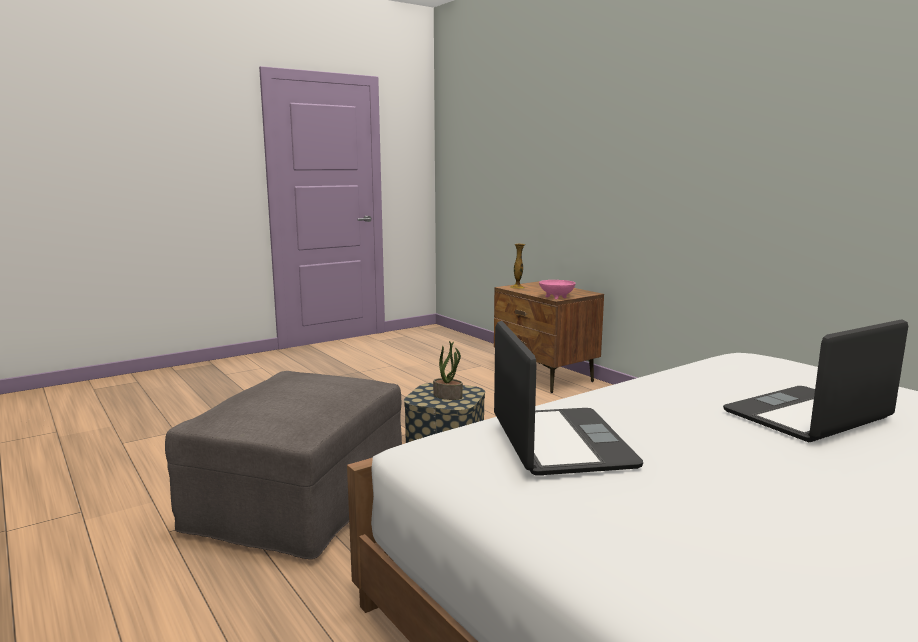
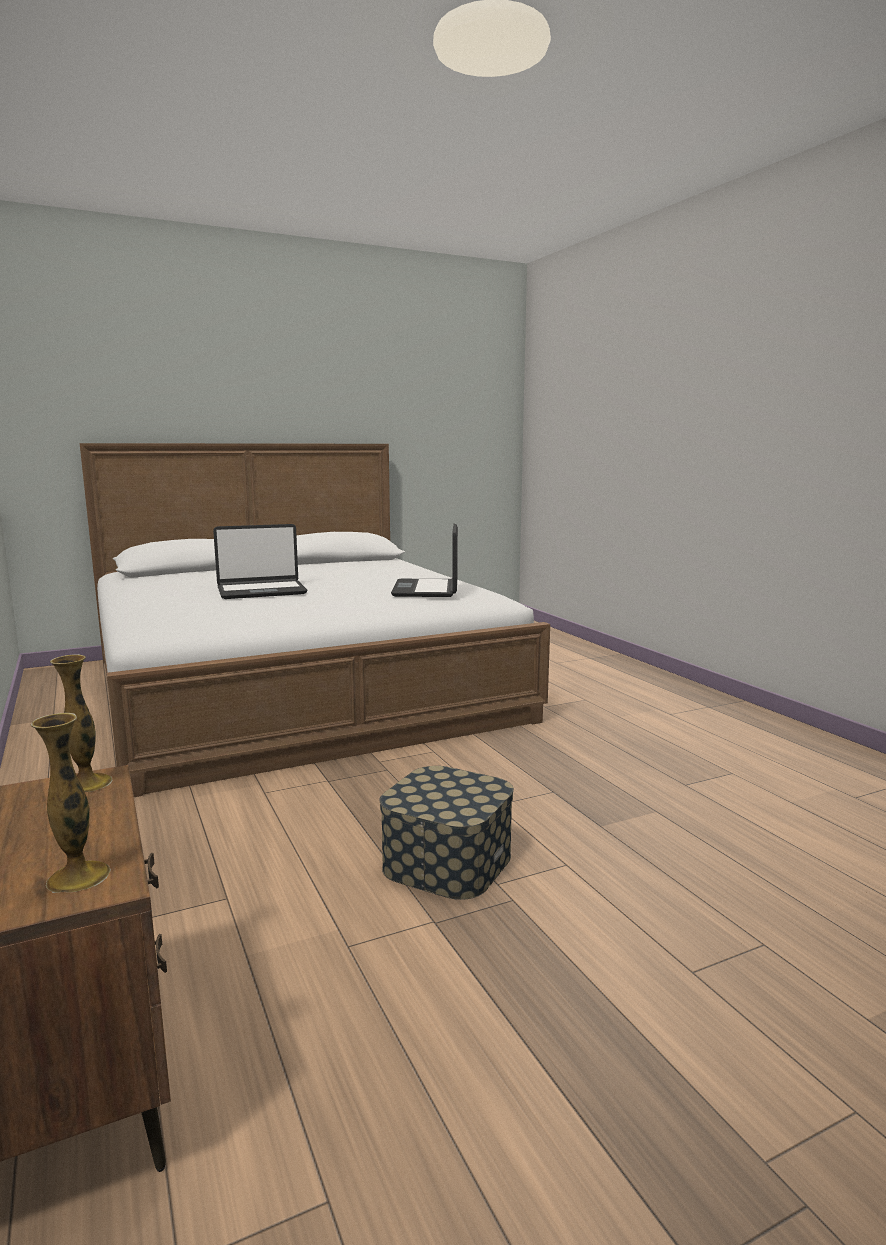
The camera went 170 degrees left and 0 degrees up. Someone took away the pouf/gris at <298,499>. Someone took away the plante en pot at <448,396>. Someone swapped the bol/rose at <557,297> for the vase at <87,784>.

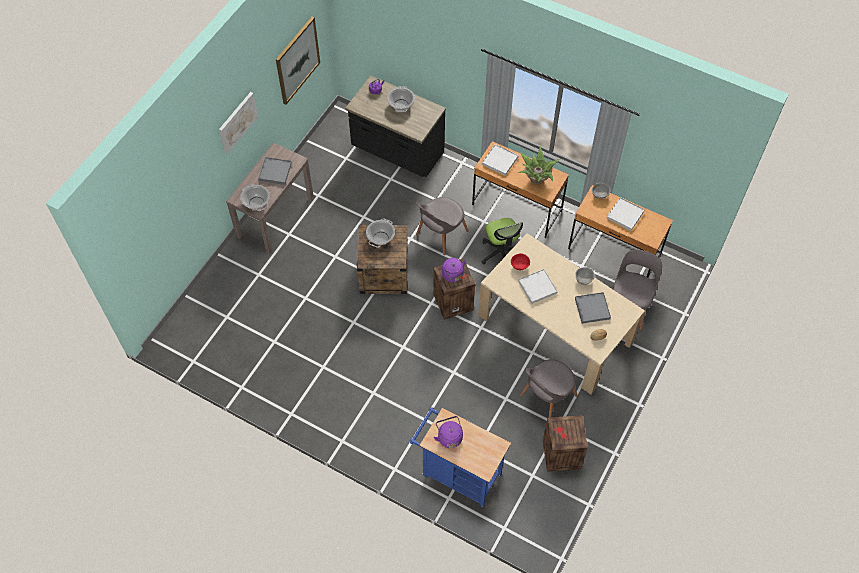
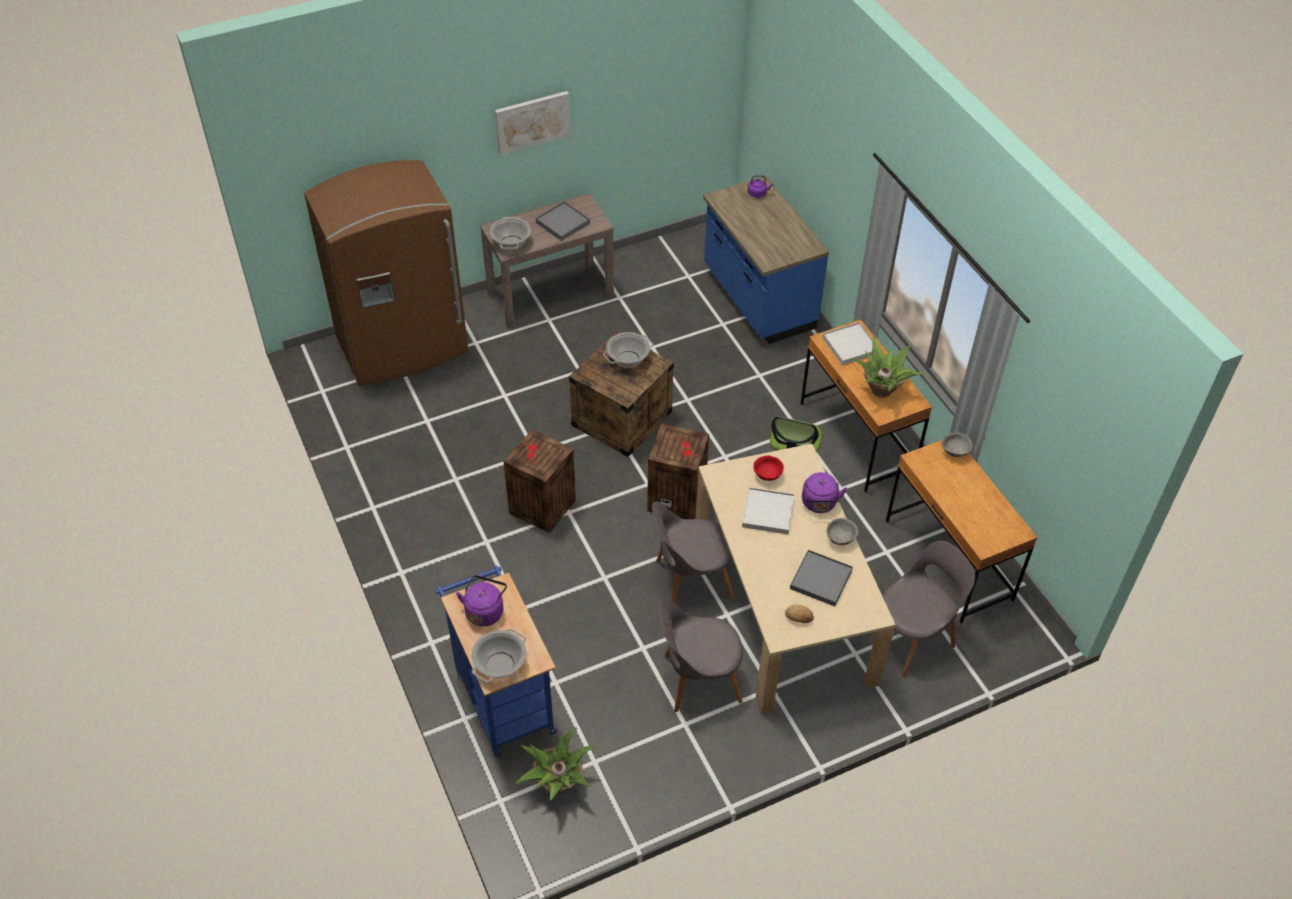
The camera went 35 degrees right and 10 degrees down. Someone took away the tableau at <297,60>. Someone took away the plateau/blanc at <625,215>. Someone put down the réfrigérateur/marron at <403,347>. Someone put down the plante en pot at <557,783>. Someone carried the marmite from <401,105> to <500,664>. Someone carried the chaise/gris from <440,234> to <690,579>. Someone carried the bouilloire/violet from <453,275> to <819,504>. Someone carried the caisse from <560,455> to <541,506>. Someone repainted the comptoir de cuisine/noir at <397,151>, which became the comptoir de cuisine/bleu at <757,299>.

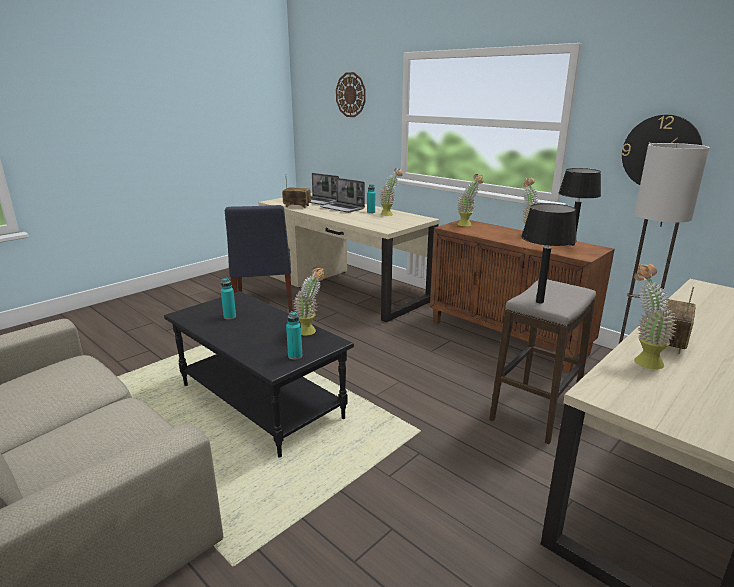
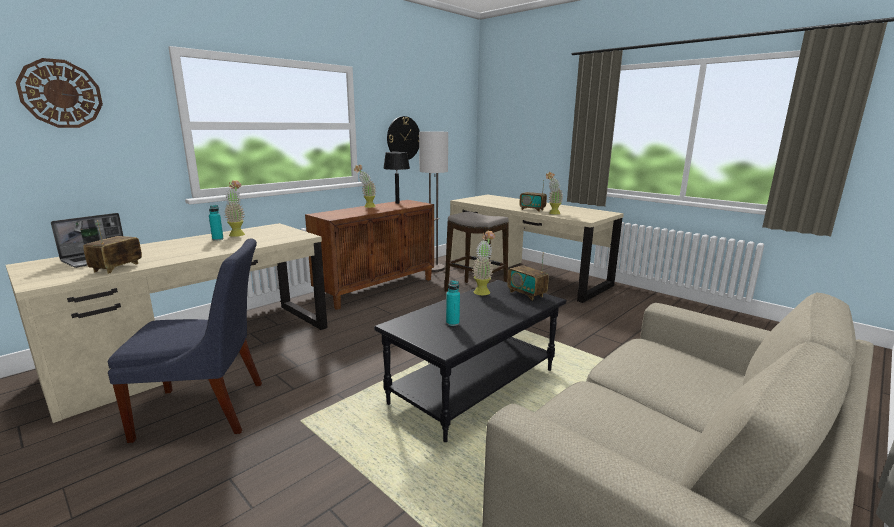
The camera went 90 degrees left and 5 degrees down. Someone took away the ordinateur portable at <343,208>. Someone took away the plante en pot at <467,225>. Someone took away the lampe de table/noir at <539,302>. Someone swapped the bouteille/turquoise at <295,356> for the radio at <526,294>.

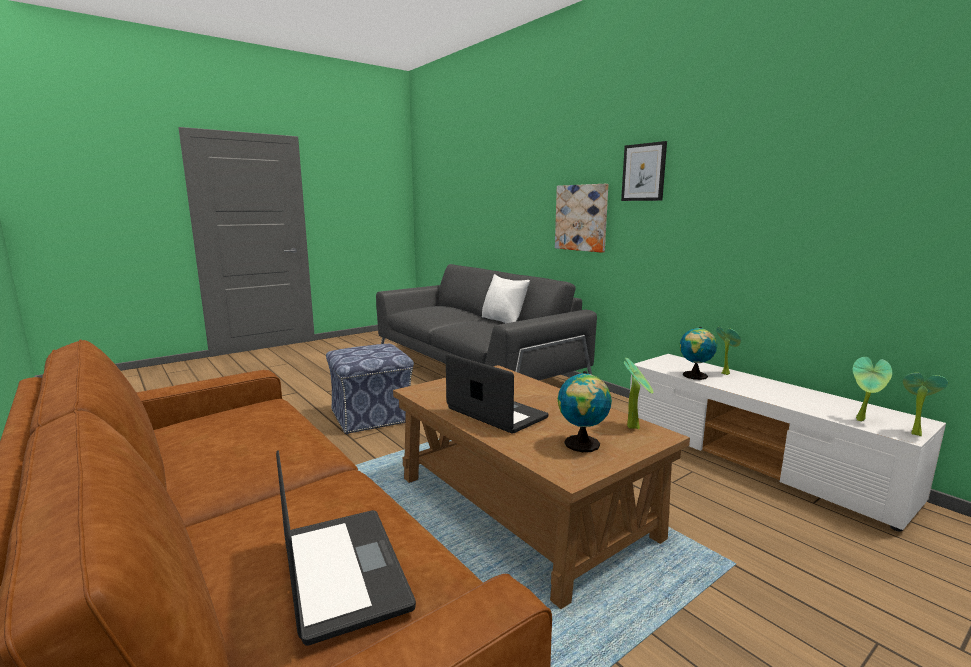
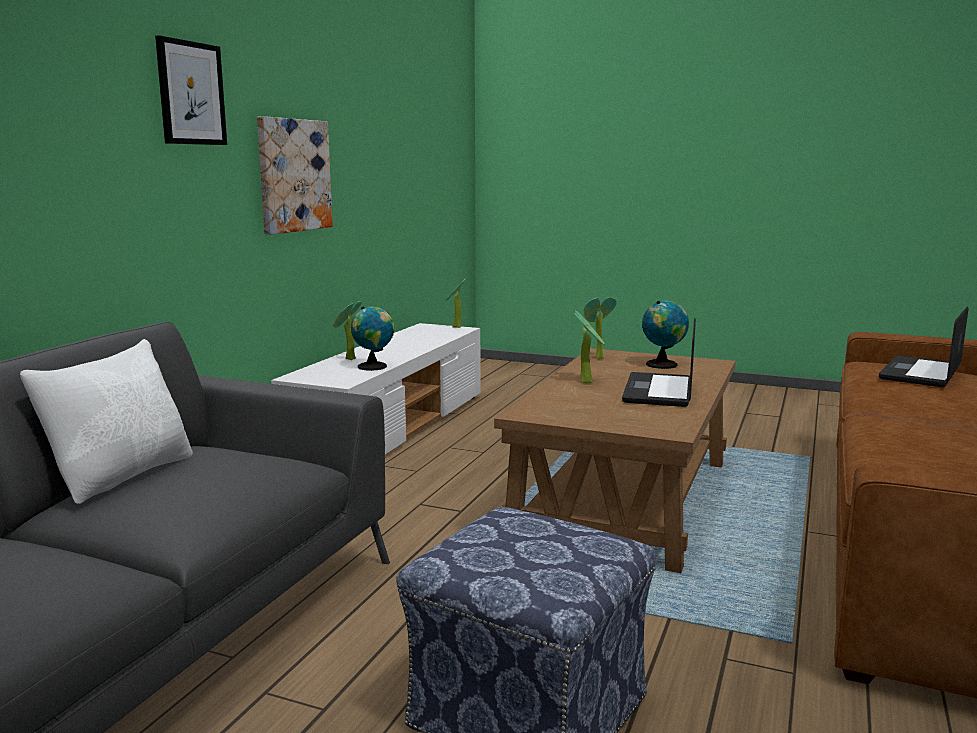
The camera went 120 degrees left and 0 degrees up. Someone carried the tableau from <581,217> to <293,175>. Someone carried the plante en pot from <862,420> to <588,381>.

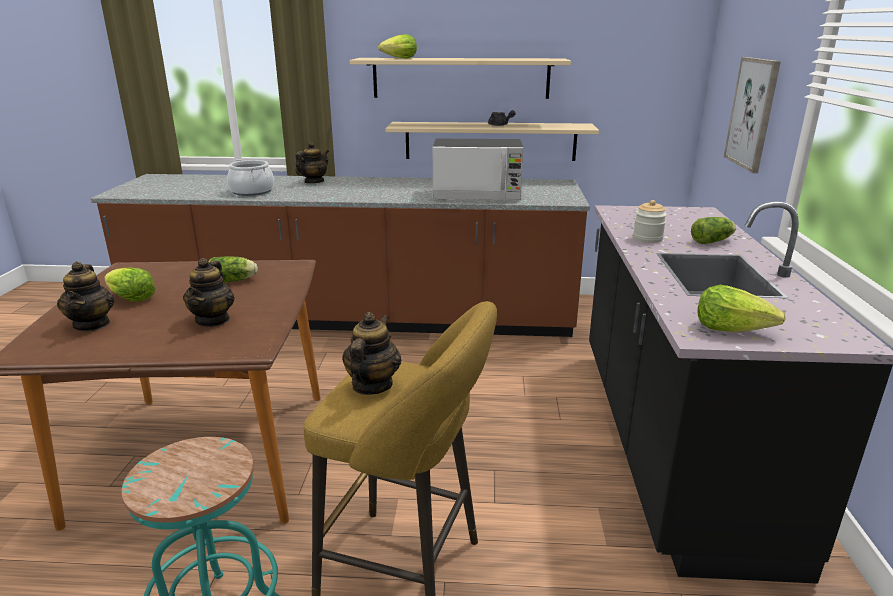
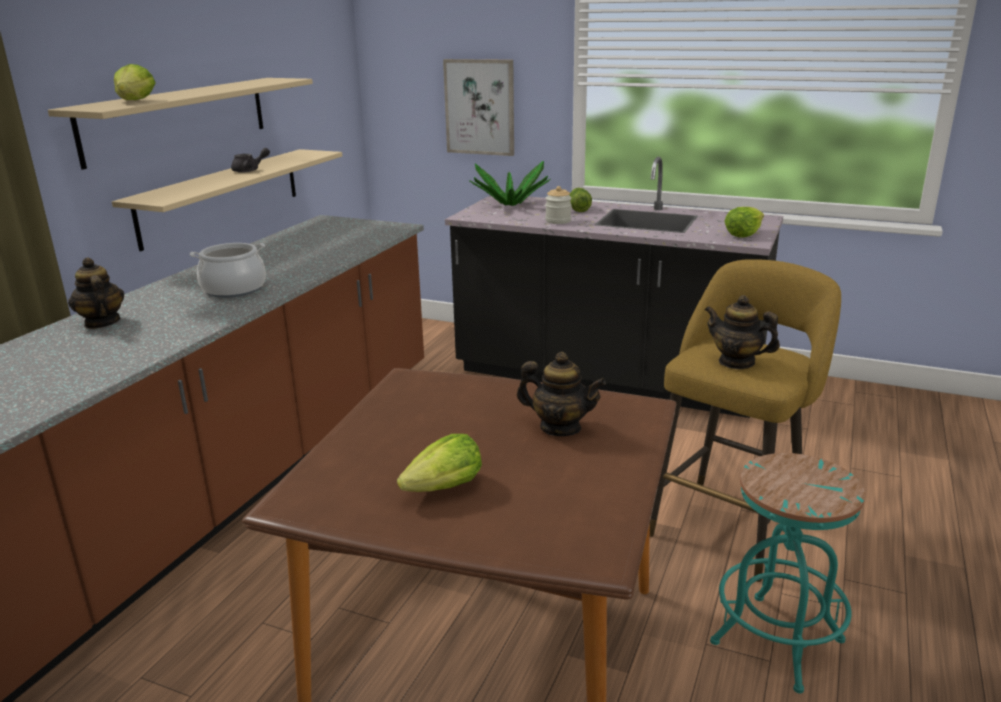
The camera went 70 degrees left and 0 degrees up. Someone took away the théière at <92,324>. Someone took away the laitue at <234,281>. Someone took away the micro-ondes at <477,195>. Someone put down the plante en pot at <510,205>. Someone carried the marmite from <252,191> to <234,289>.

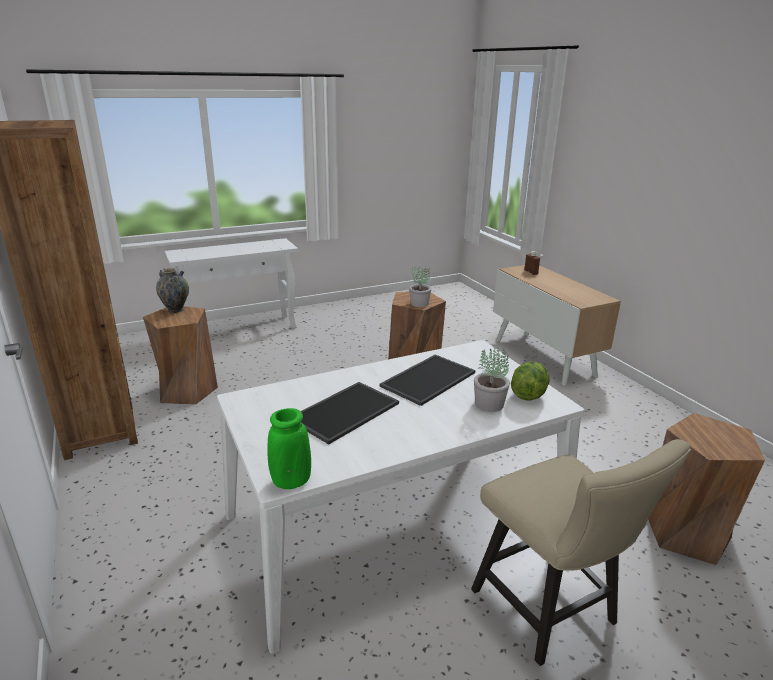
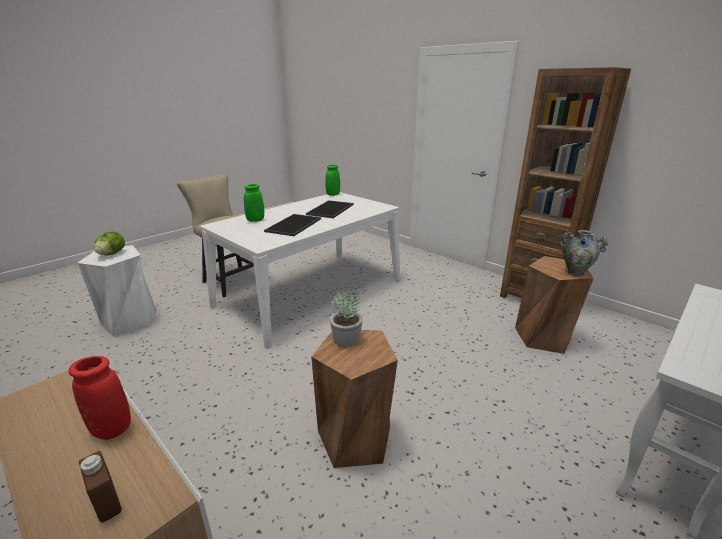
The camera went 160 degrees right and 0 degrees up. Someone put down the vase/rouge at <112,428>. Someone carried the laitue from <528,395> to <111,254>. Someone swapped the plante en pot at <490,404> for the vase/vert at <255,220>. Someone repainted the tabouret/marron at <687,533>, which became the tabouret/blanc at <130,321>.

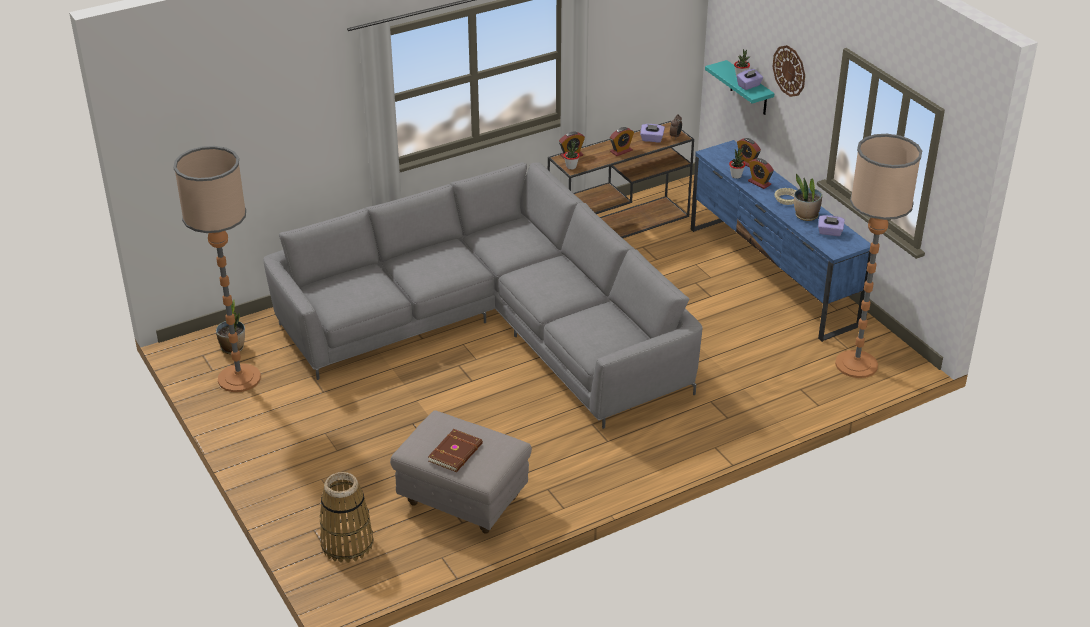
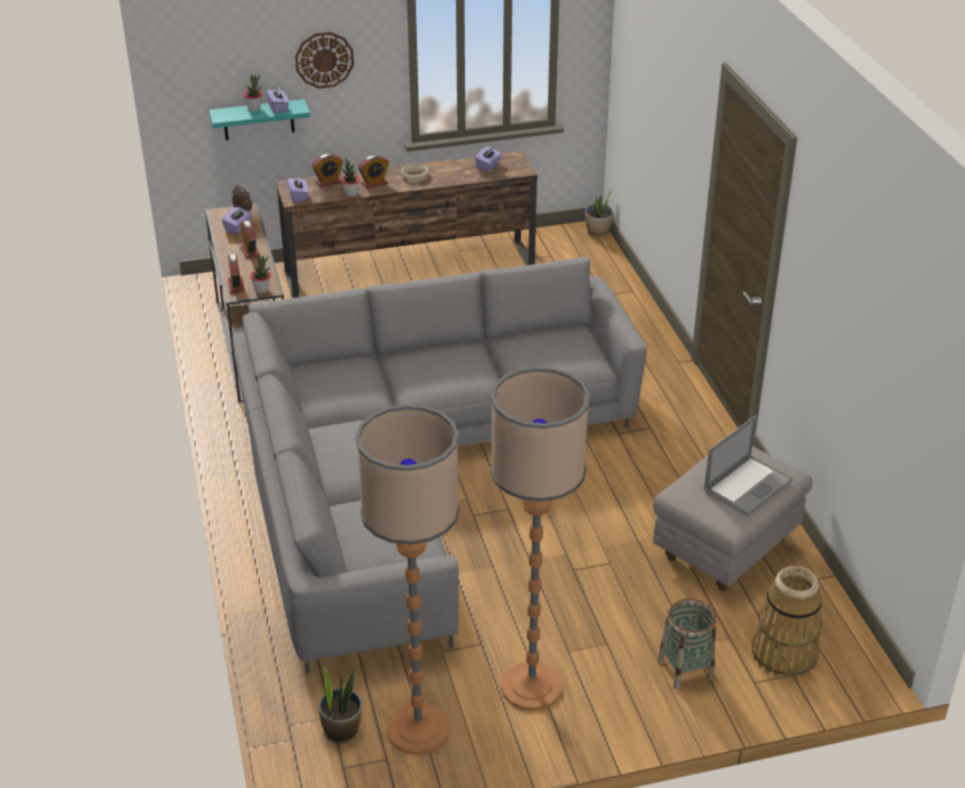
The camera went 75 degrees left and 0 degrees up. Someone put down the boîte à mouchoirs/violet at <298,197>. Someone put down the panier at <685,669>. Someone carried the plante en pot from <806,216> to <598,232>. Someone carried the lampadaire from <856,364> to <531,686>. Someone swapped the livre/marron at <456,453> for the ordinateur portable at <748,486>. Someone repainted the meuble télé/bleu at <772,276>, which became the meuble télé/marron at <411,270>.

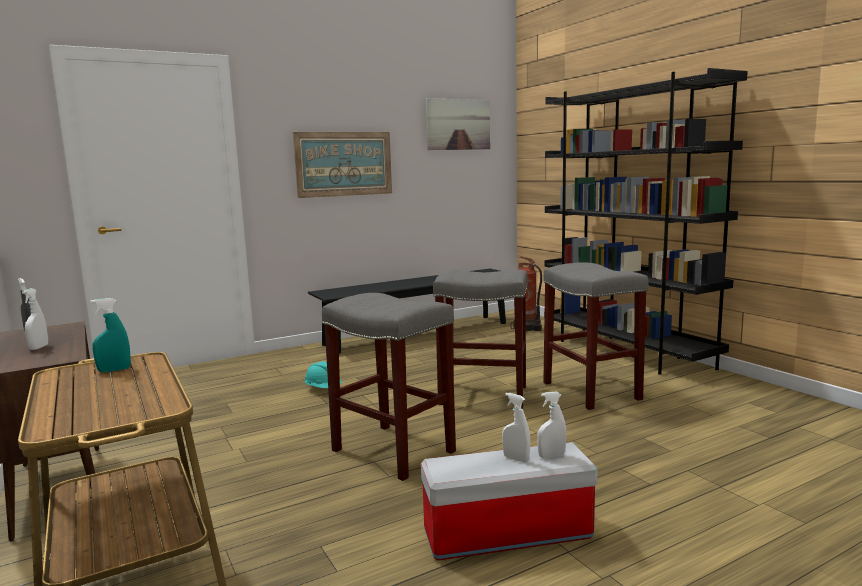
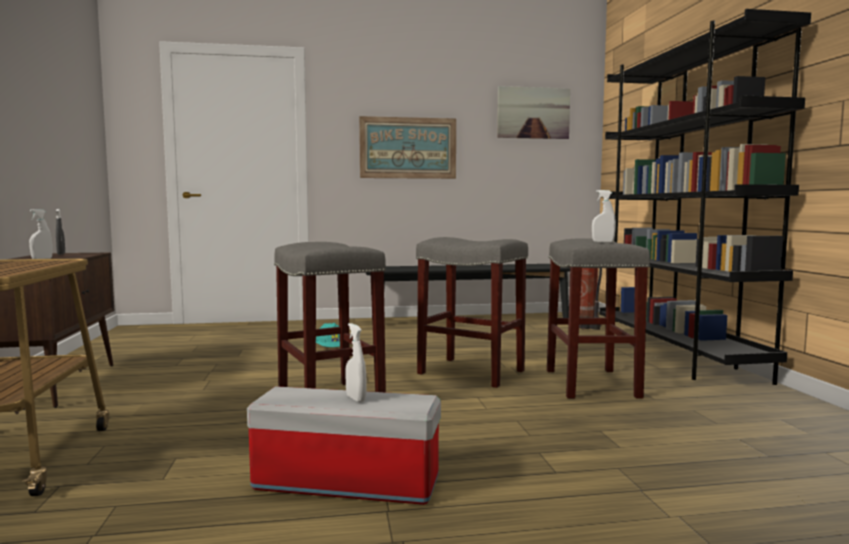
The camera went 20 degrees right and 5 degrees down. Someone took away the vaporisateur/turquoise at <114,370>. Someone carried the vaporisateur/blanc from <551,456> to <603,242>.

